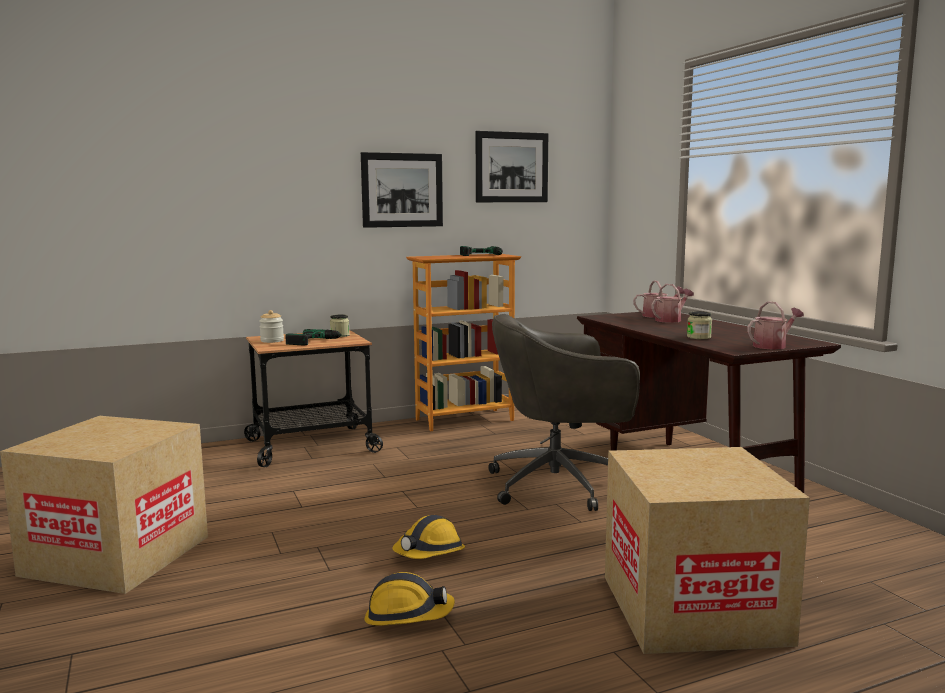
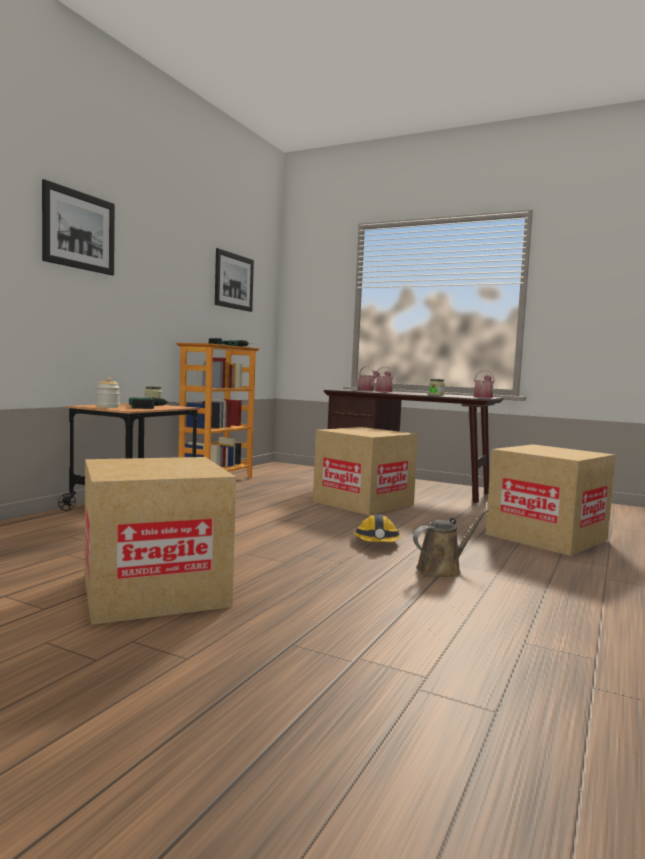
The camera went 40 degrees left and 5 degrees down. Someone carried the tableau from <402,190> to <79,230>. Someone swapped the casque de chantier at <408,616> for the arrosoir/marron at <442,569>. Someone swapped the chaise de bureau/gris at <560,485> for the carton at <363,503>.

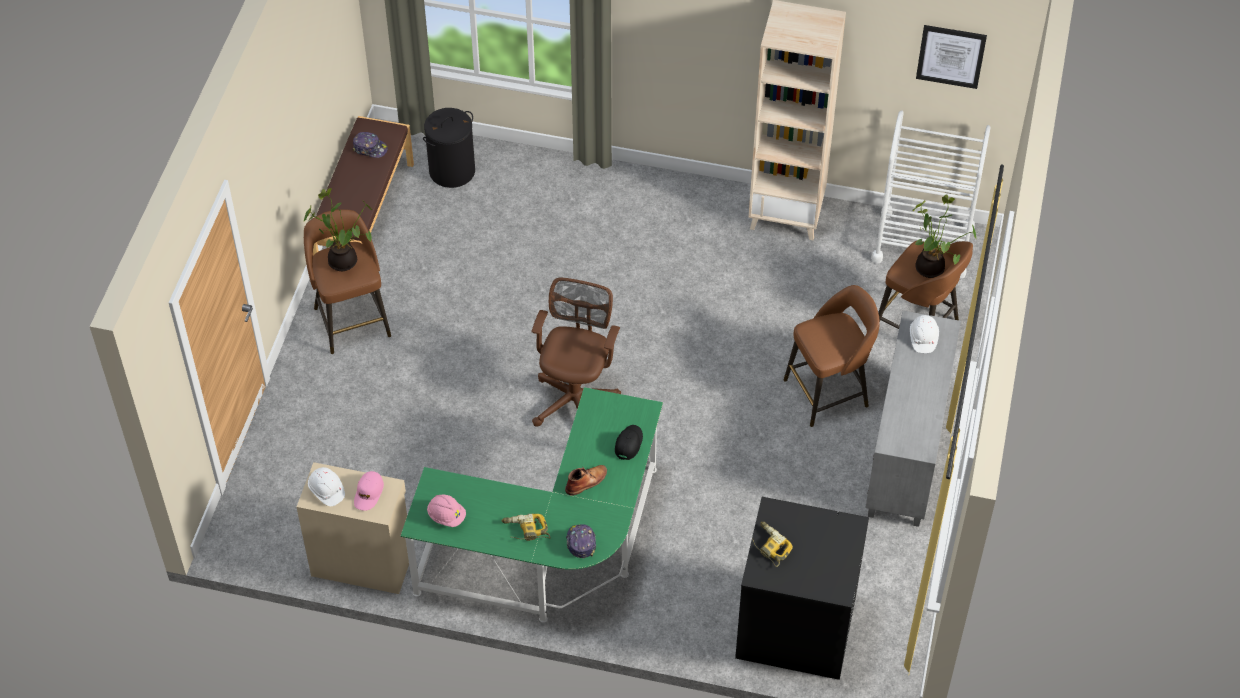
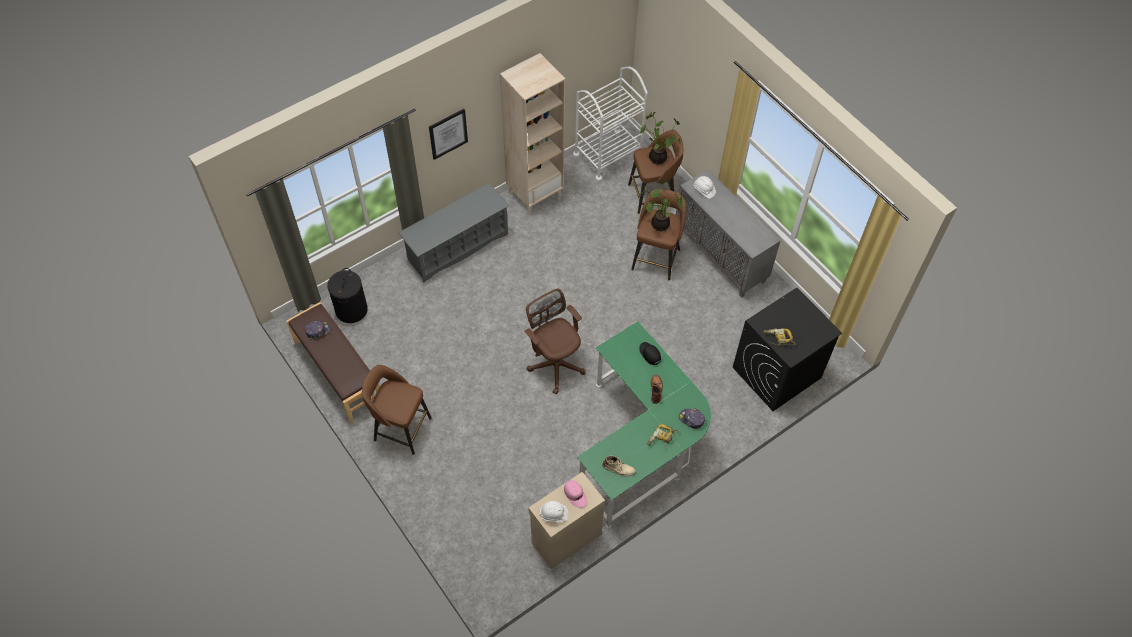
The camera went 50 degrees left and 5 degrees up. Someone put down the étagère à chaussures/gris at <457,247>. Someone carried the plante en pot from <344,259> to <659,223>. Someone carried the tableau from <951,56> to <448,133>. Someone swapped the casque de chantier/rose at <446,516> for the botte/beige at <619,469>.

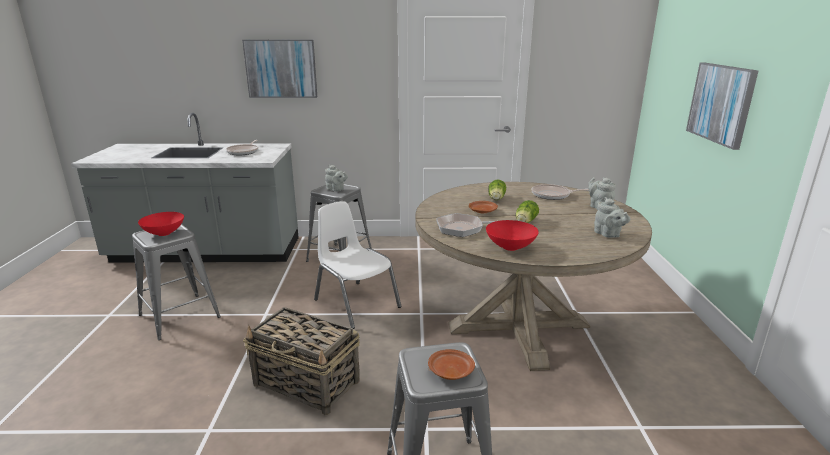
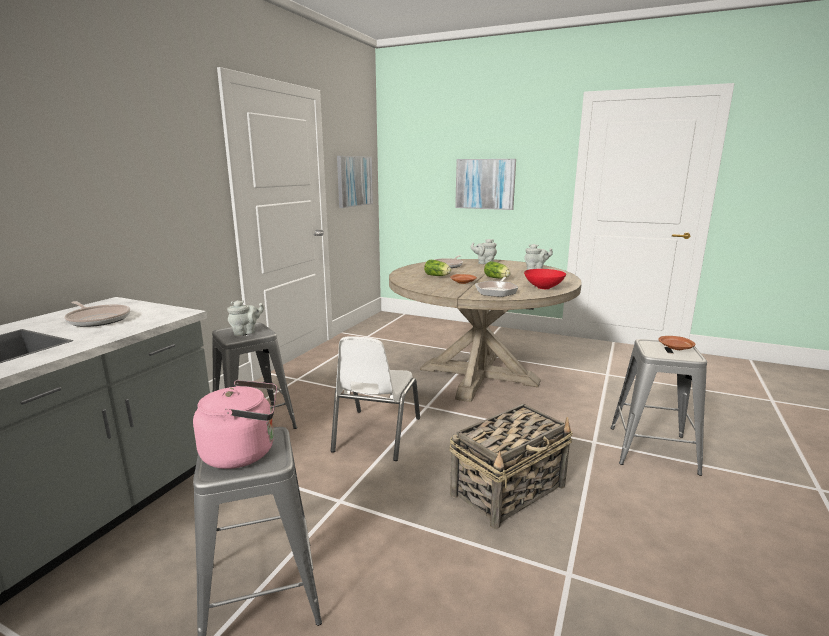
The camera went 65 degrees left and 5 degrees down. Someone carried the tableau from <281,68> to <354,181>. Someone swapped the bol/rouge at <163,233> for the bouilloire/rose at <244,452>. Someone rotated the chaise/blanc at <356,303> by 60 degrees counterclockwise.

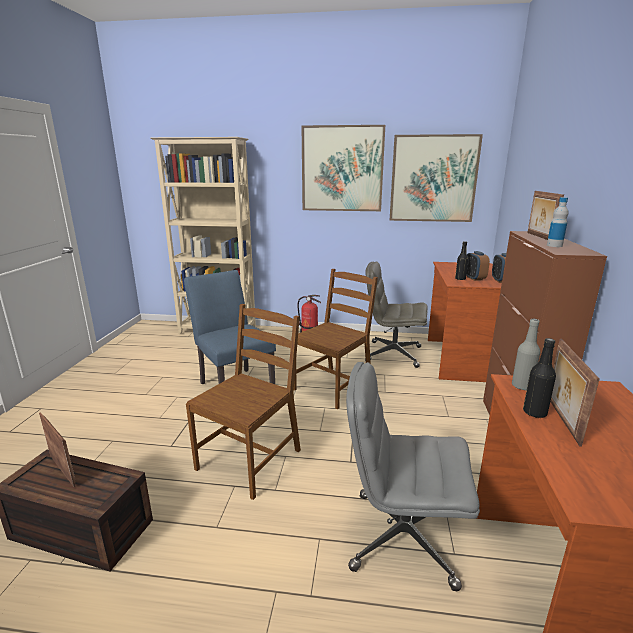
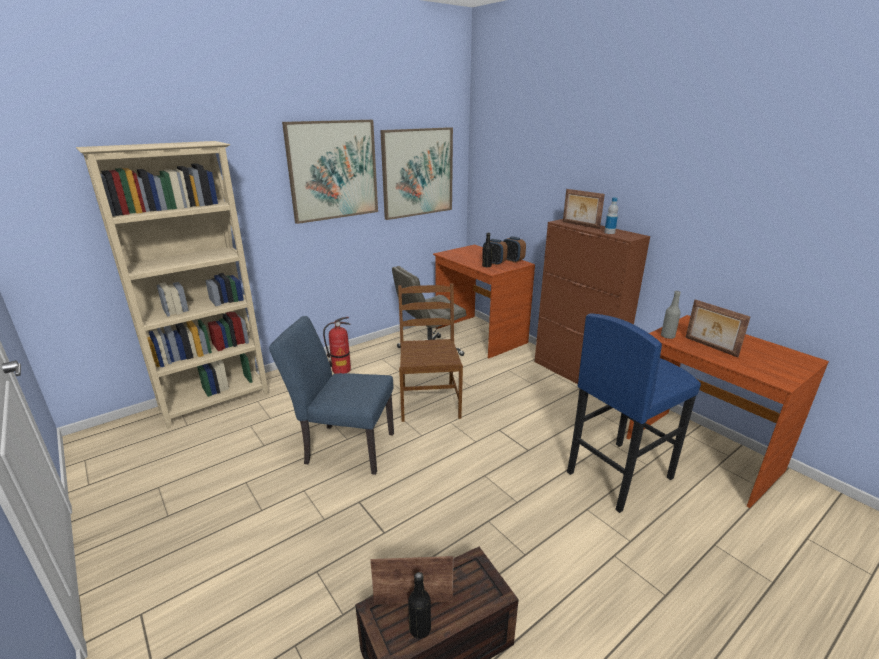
The camera went 45 degrees left and 5 degrees up. Someone took away the chaise/marron at <250,459>. Someone carried the bouteille/noir from <534,412> to <420,629>. Someone swapped the chaise de bureau/gris at <402,537> for the tabouret/bleu at <618,475>.

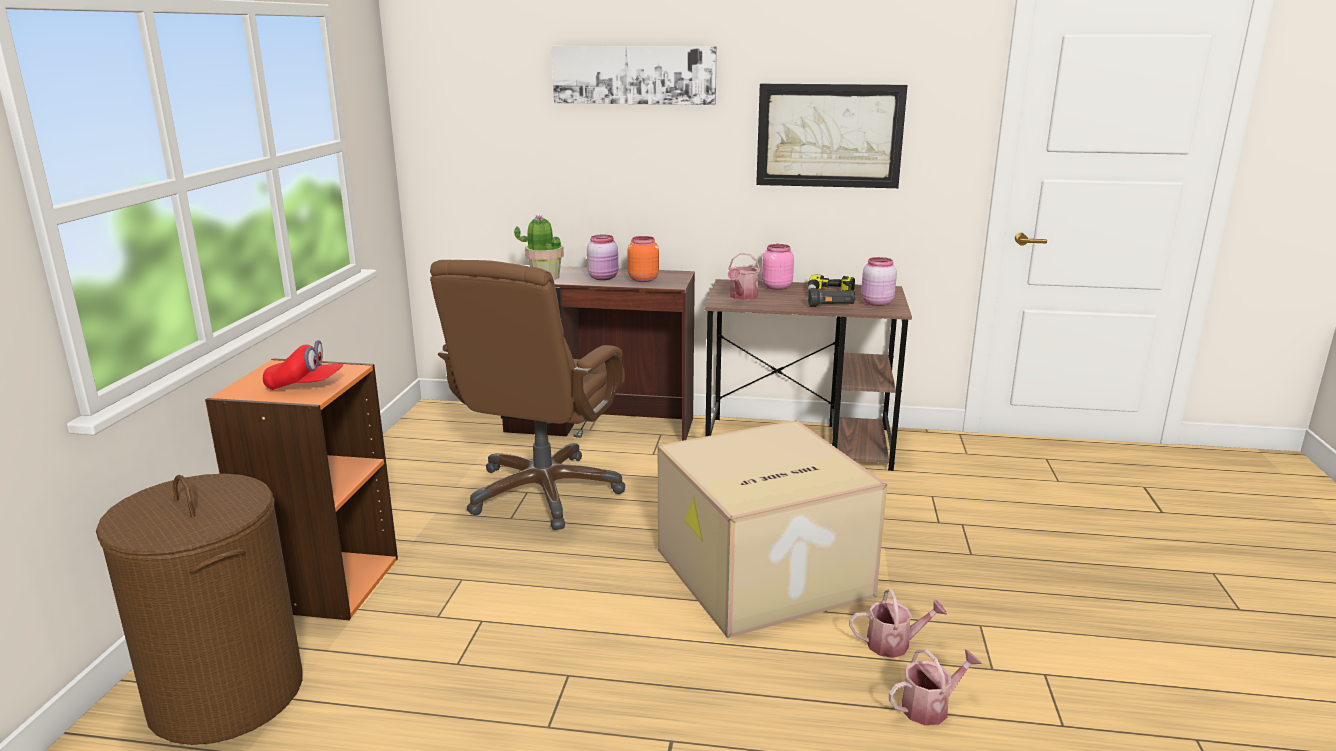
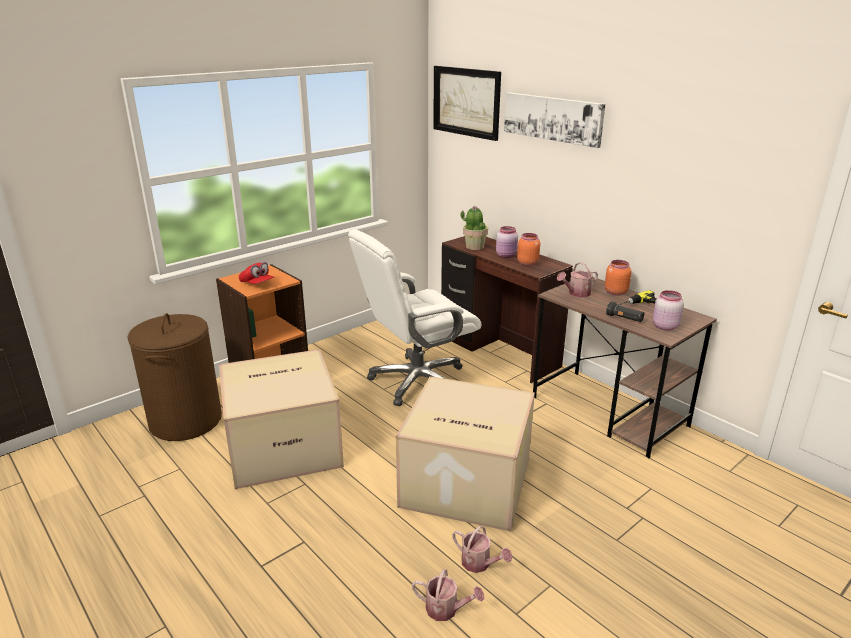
The camera went 40 degrees right and 5 degrees up. Someone put down the carton at <285,445>. Someone carried the tableau from <829,135> to <466,102>. Someone repainted the chaise de bureau/marron at <543,492>, which became the chaise de bureau/blanc at <417,381>. Someone repainted the bocal/rose at <776,287>, which became the bocal/orange at <615,292>.

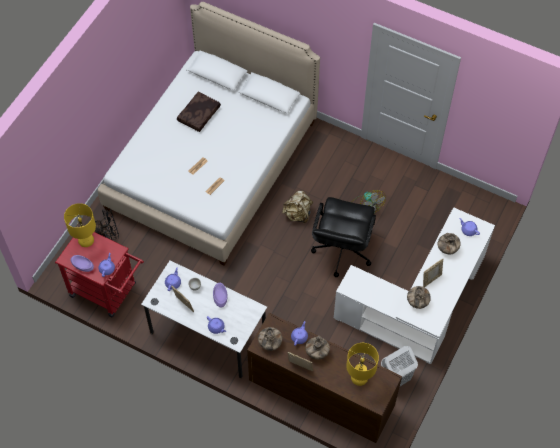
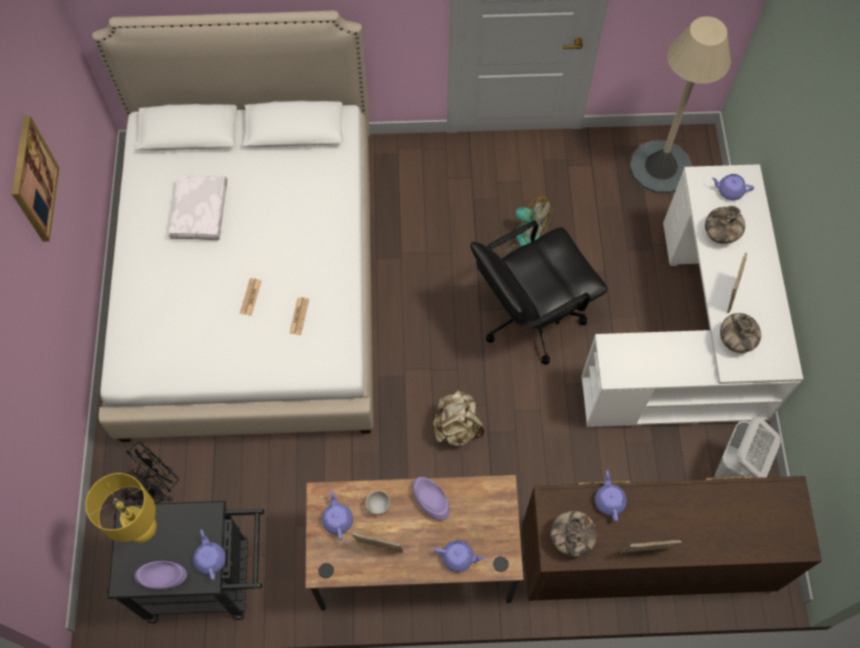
The camera went 30 degrees left and 5 degrees up. Someone took away the vase at <317,353>. Someone took away the lampe de table/jaune at <360,377>. Someone put up the tableau at <33,180>. Someone put down the lampadaire/beige at <660,167>. Someone carried the sac à dos/beige from <297,214> to <457,427>. Someone repainted the chariot/rouge at <108,292>, which became the chariot/noir at <209,579>. Someone repainted the bureau/blanc at <208,334>, which became the bureau/marron at <414,560>. Someone repainted the coussin/marron at <199,115>, which became the coussin/blanc at <201,213>. Someone rotated the chaise de bureau/noir at <341,251> by 75 degrees clockwise.

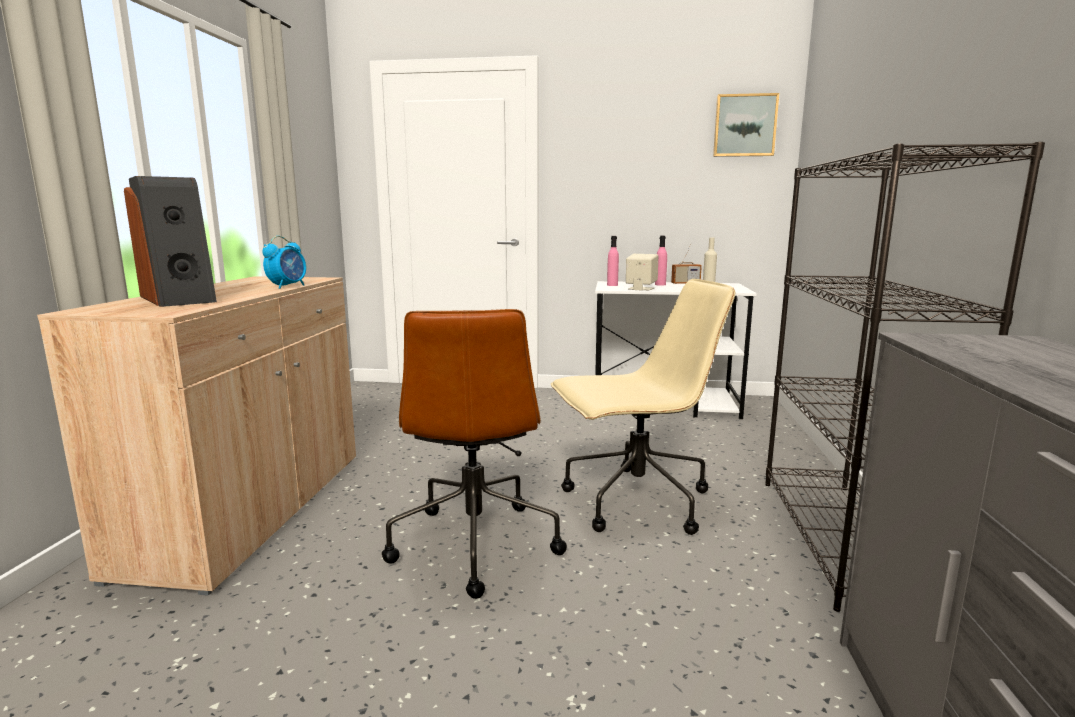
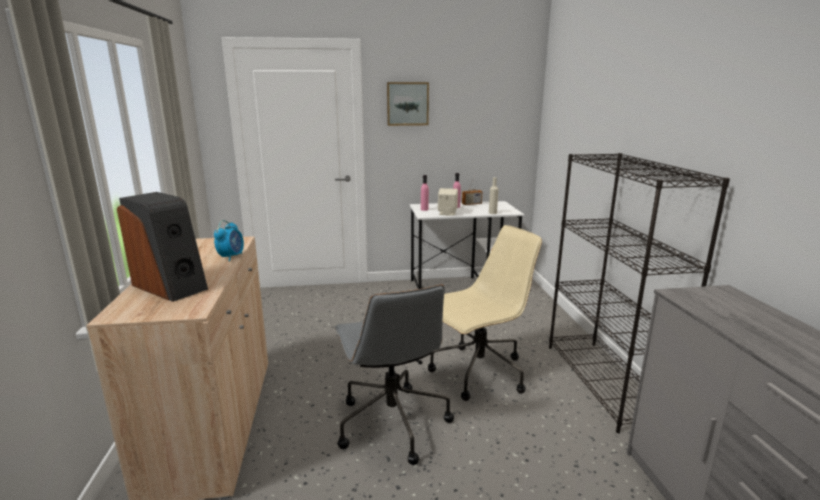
The camera went 15 degrees left and 5 degrees up. Someone carried the tableau from <744,126> to <407,104>. Someone repainted the chaise de bureau/marron at <474,543>, which became the chaise de bureau/gris at <391,422>.

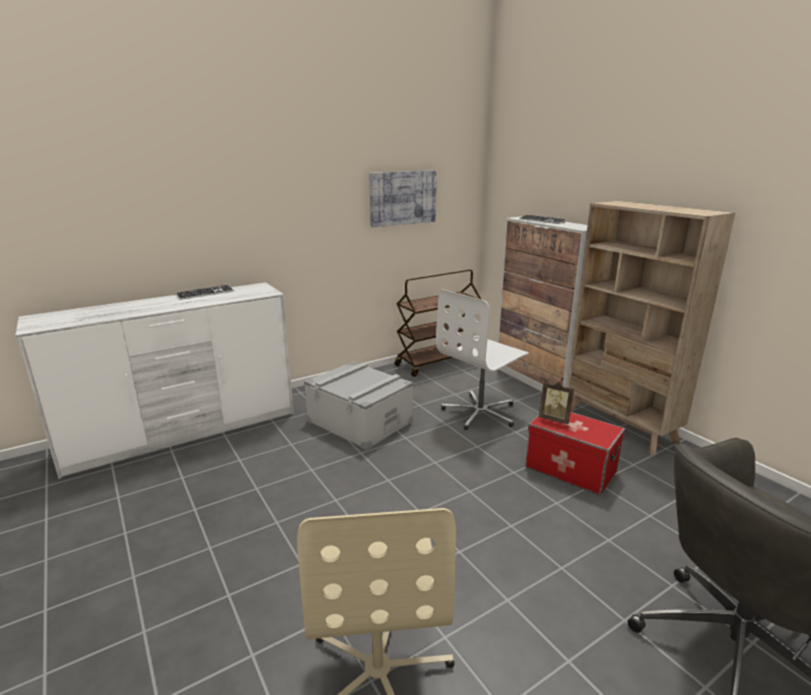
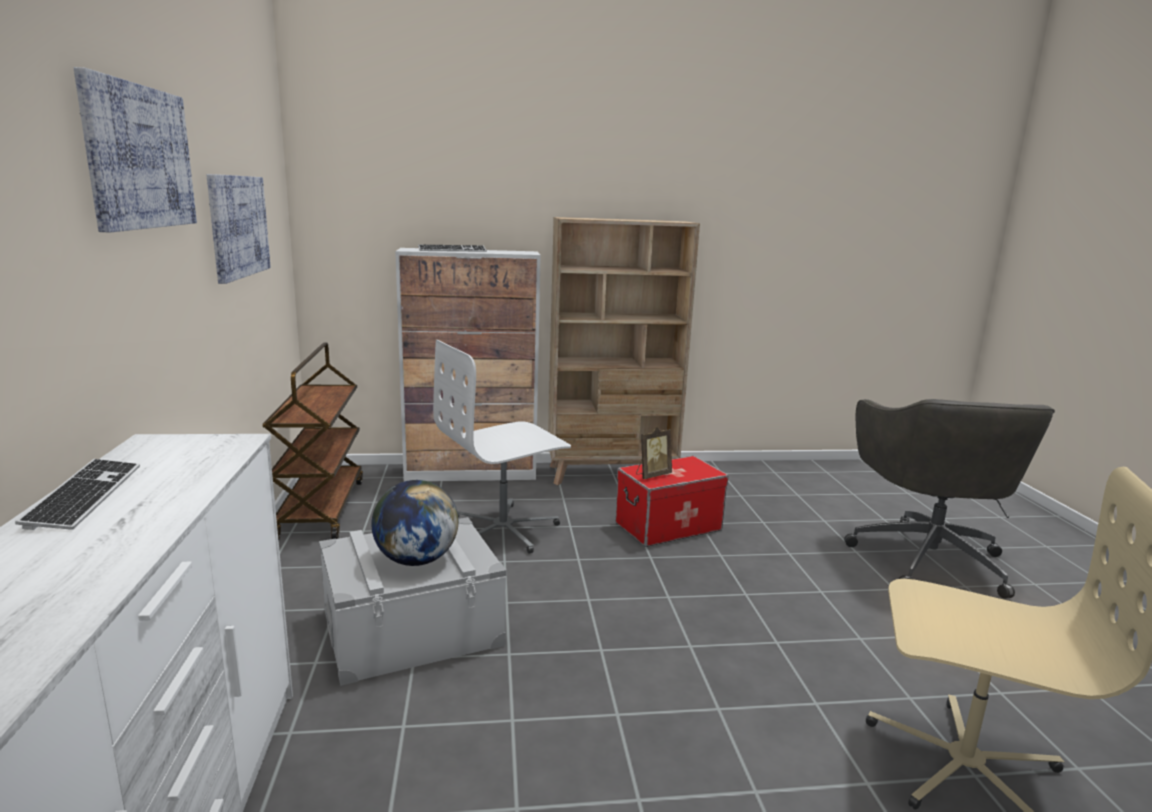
The camera went 65 degrees left and 5 degrees down. Someone put up the tableau at <139,157>. Someone put down the globe at <416,560>. Someone rotated the chaise de bureau/blanc at <481,412> by 75 degrees clockwise.

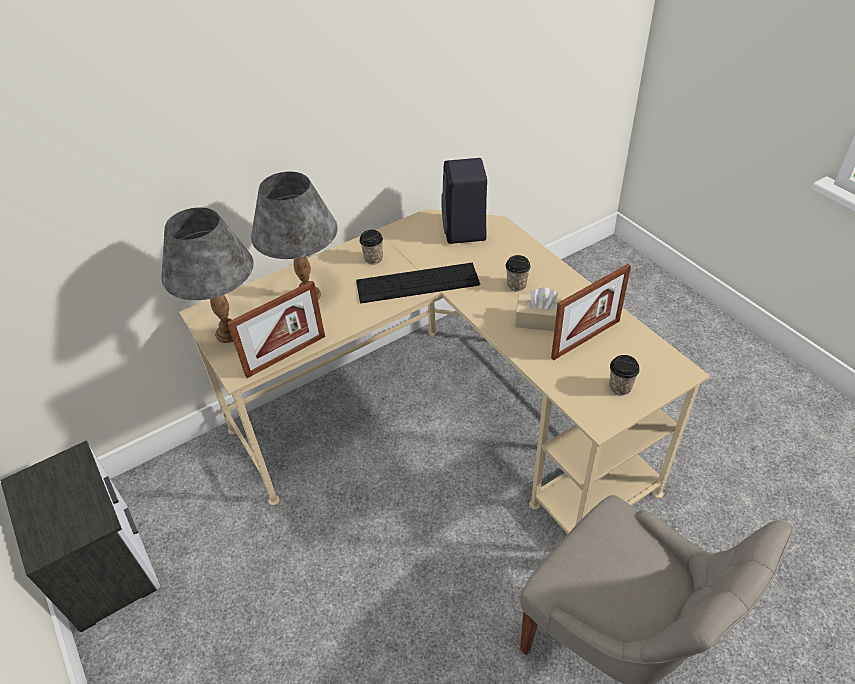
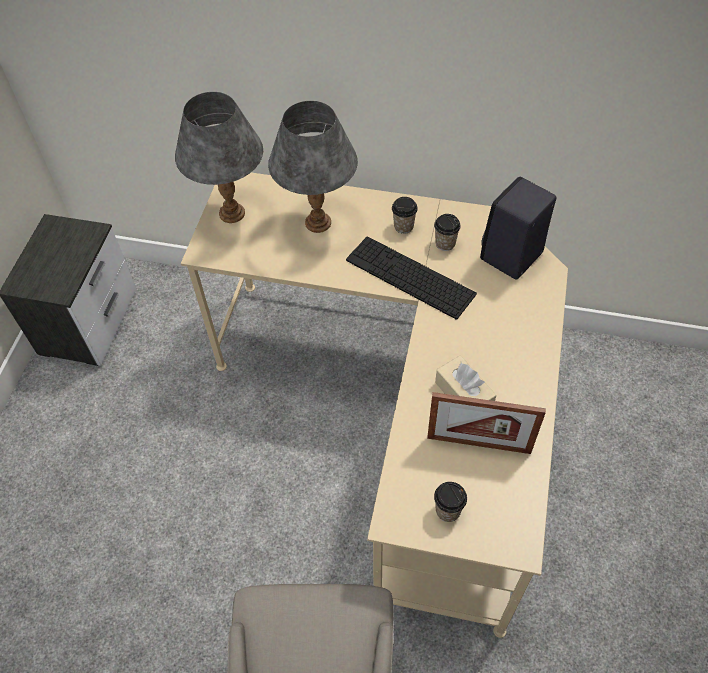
The camera went 45 degrees right and 10 degrees up. Someone took away the cadre photo at <286,356>. Someone carried the tasse from <516,285> to <445,243>.

